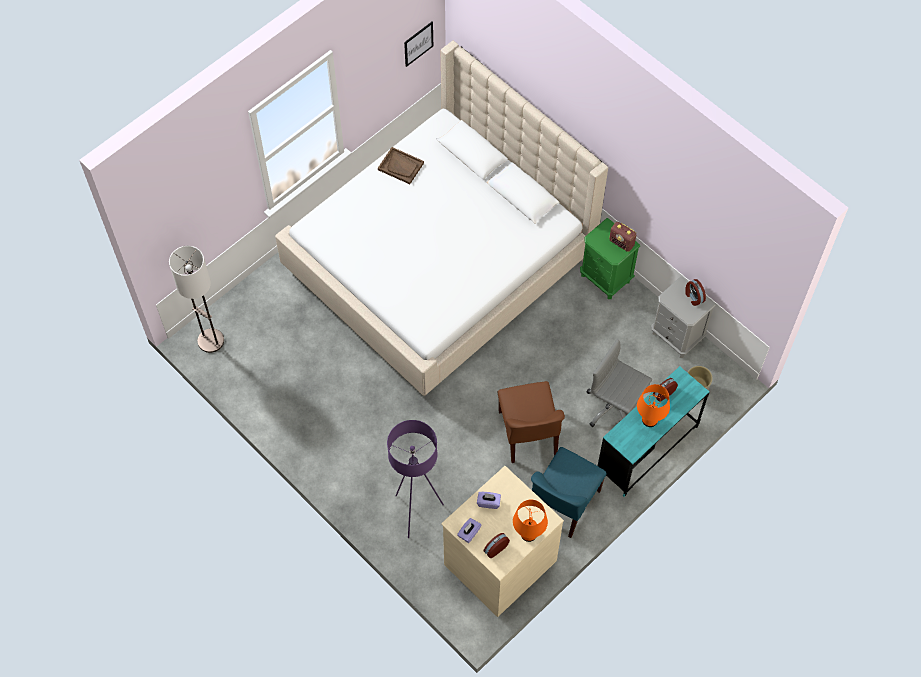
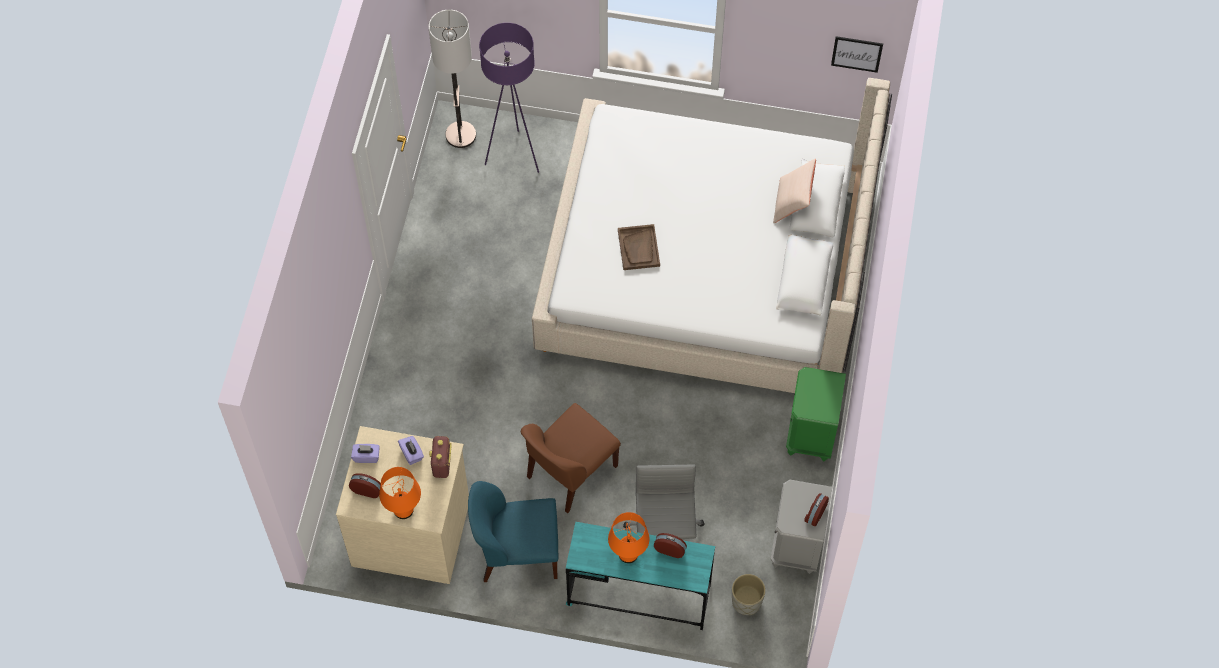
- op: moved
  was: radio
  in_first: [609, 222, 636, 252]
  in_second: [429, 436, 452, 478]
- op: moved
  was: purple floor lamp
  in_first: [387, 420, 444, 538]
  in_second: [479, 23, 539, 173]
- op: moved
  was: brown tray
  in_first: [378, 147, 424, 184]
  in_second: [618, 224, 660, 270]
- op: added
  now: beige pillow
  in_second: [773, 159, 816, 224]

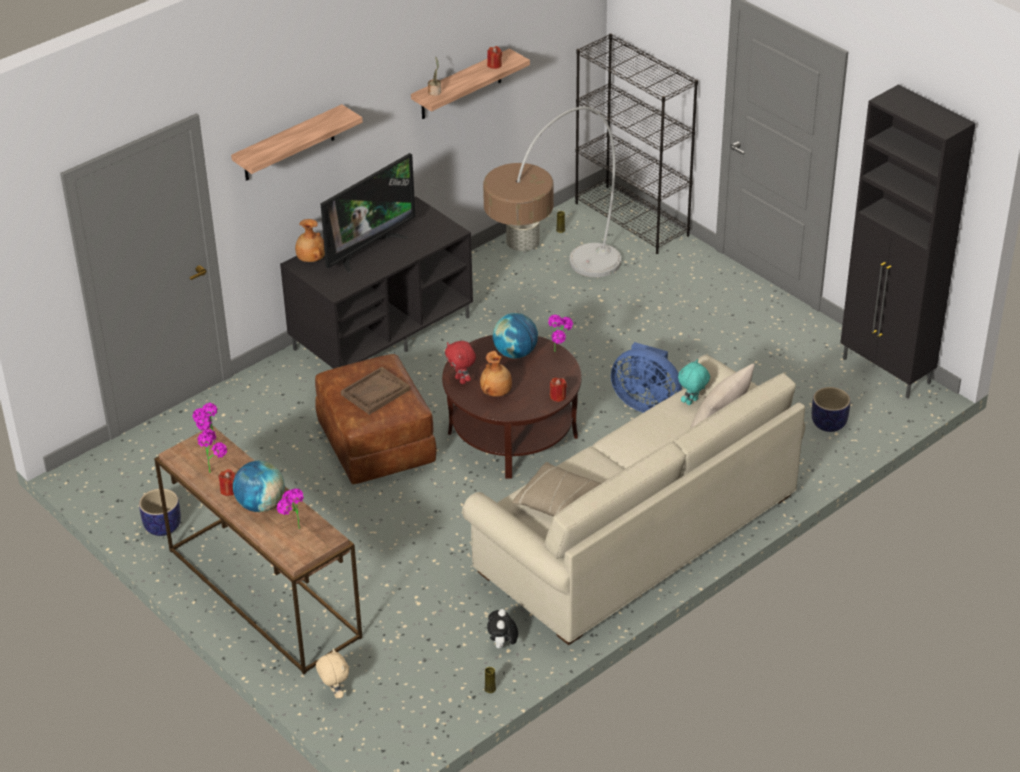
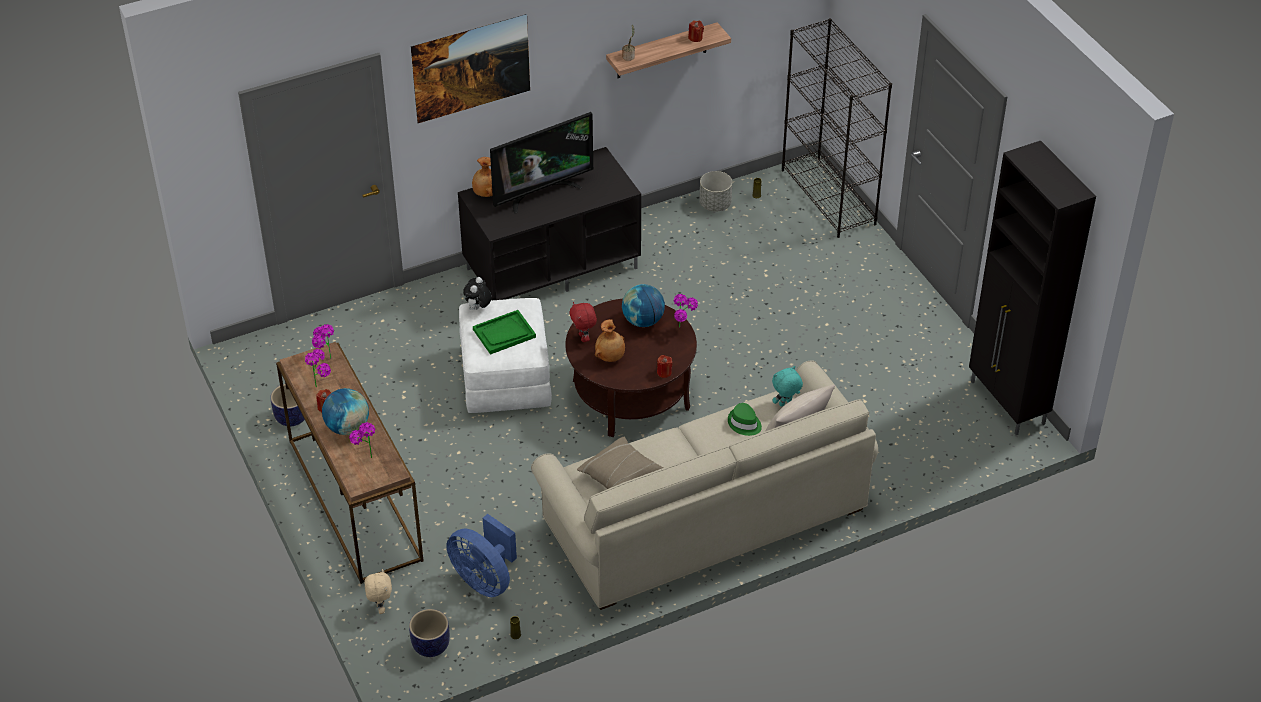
- op: moved
  was: planter
  in_first: [812, 387, 851, 432]
  in_second: [409, 609, 450, 657]
- op: replaced
  was: shelf
  now: picture
  in_first: [231, 104, 363, 181]
  in_second: [411, 14, 530, 123]
- op: moved
  was: blue fan
  in_first: [611, 342, 682, 413]
  in_second: [447, 514, 517, 597]
- op: recoloured
  was: brown ottoman
  now: white ottoman
  in_first: [315, 354, 437, 484]
  in_second: [459, 298, 552, 413]
- op: moved
  was: plush toy
  in_first: [487, 609, 518, 649]
  in_second: [463, 277, 492, 310]
- op: recoloured
  was: brown tray
  now: green tray
  in_first: [341, 367, 410, 415]
  in_second: [473, 310, 536, 355]
- op: added
  now: green hat
  in_second: [728, 403, 762, 436]
- op: removed
  was: floor lamp
  in_first: [483, 107, 621, 277]

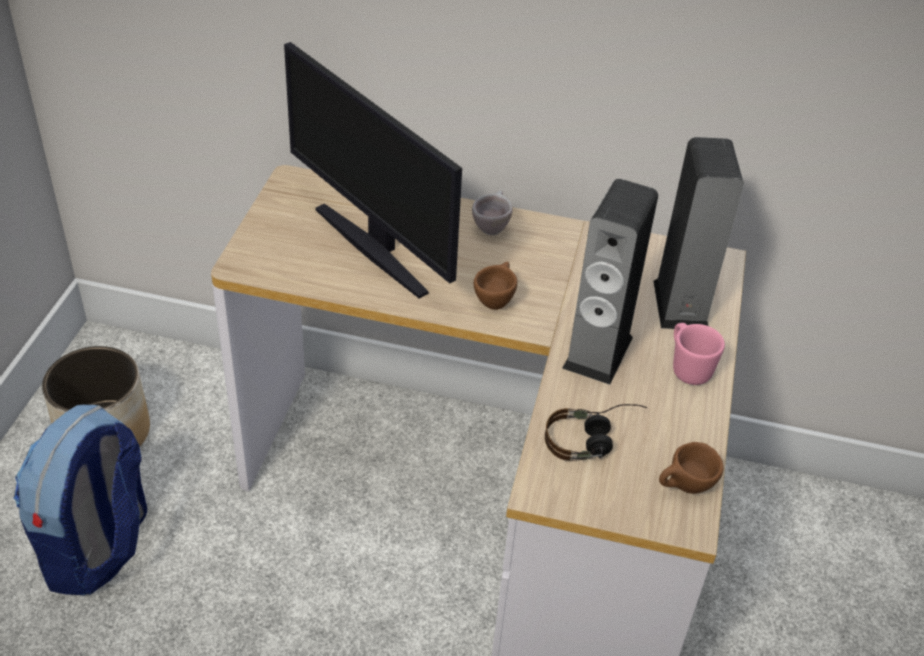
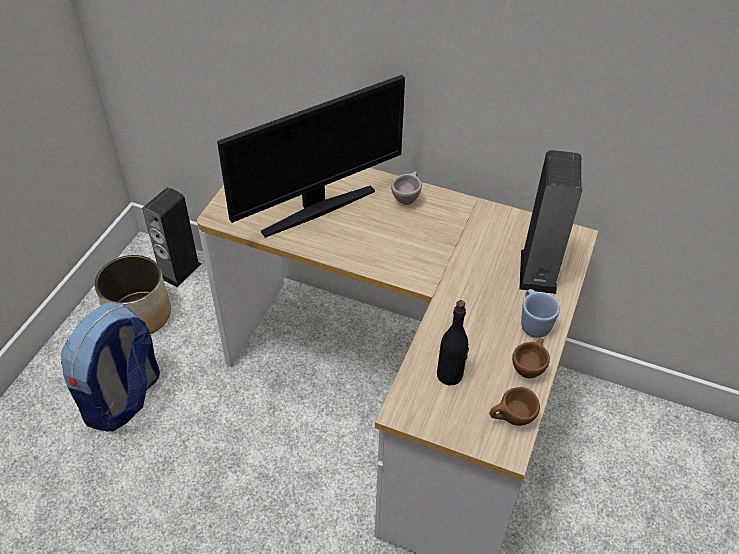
- op: moved
  was: speaker
  in_first: [562, 179, 658, 385]
  in_second: [142, 187, 201, 287]
- op: turned
  was: monitor
  in_first: [284, 42, 462, 299]
  in_second: [217, 75, 405, 238]
  clockwise: -90
- op: replaced
  was: headphones
  now: black bottle
  in_first: [545, 404, 648, 461]
  in_second: [437, 300, 469, 385]
- op: moved
  was: brown cup
  in_first: [474, 262, 517, 310]
  in_second: [512, 338, 550, 378]
- op: recoloured
  was: pink mug
  now: blue mug
  in_first: [673, 323, 725, 385]
  in_second: [521, 289, 560, 338]

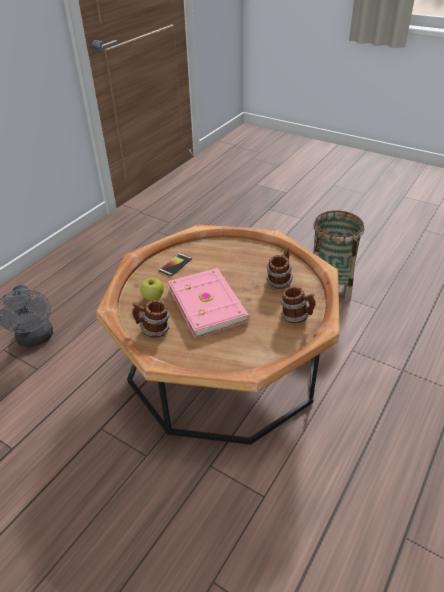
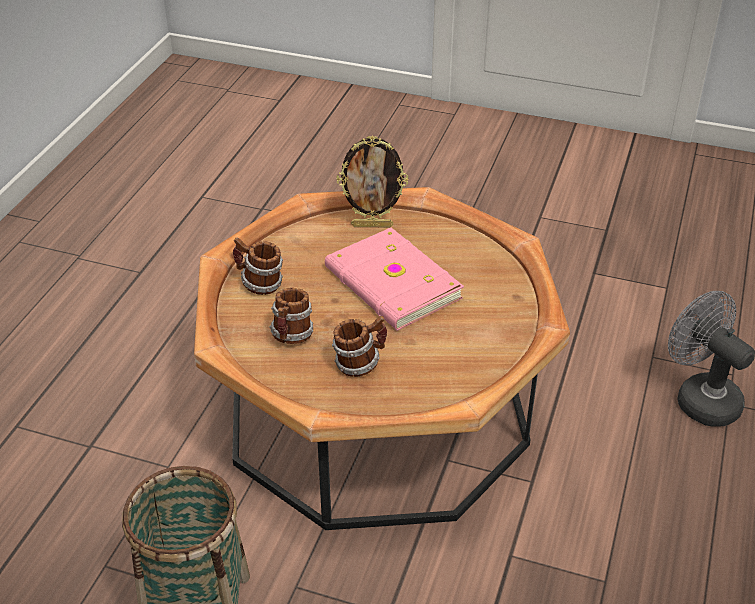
- op: moved
  was: mug
  in_first: [132, 300, 170, 338]
  in_second: [332, 316, 387, 377]
- op: added
  now: picture frame
  in_second: [336, 136, 408, 227]
- op: removed
  was: apple
  in_first: [140, 278, 164, 301]
- op: removed
  was: phone
  in_first: [159, 253, 192, 276]

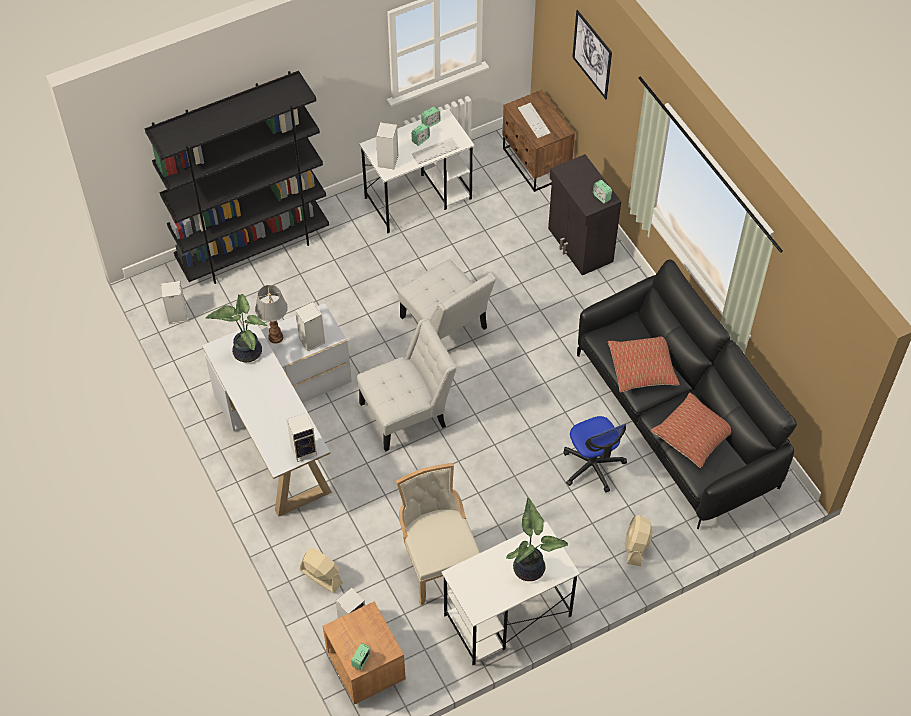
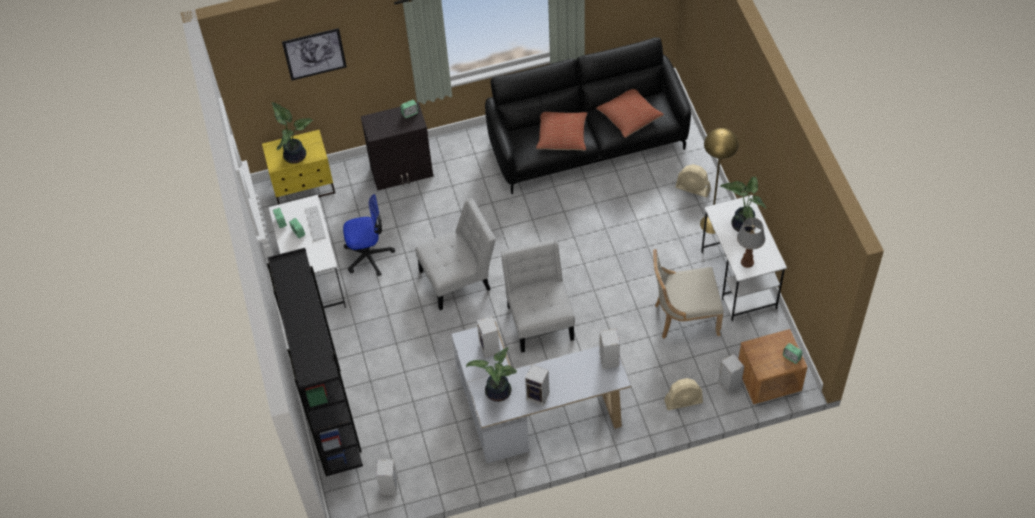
- op: recoloured
  was: brown nightstand
  now: yellow nightstand
  in_first: [502, 90, 575, 192]
  in_second: [262, 130, 335, 205]
- op: replaced
  was: keyboard
  now: potted plant
  in_first: [518, 103, 550, 138]
  in_second: [272, 102, 313, 164]
- op: moved
  was: office chair
  in_first: [563, 416, 627, 493]
  in_second: [343, 194, 395, 277]
- op: moved
  was: speaker
  in_first: [376, 122, 398, 169]
  in_second: [525, 364, 549, 406]
- op: turned
  was: beige fan
  in_first: [300, 548, 343, 593]
  in_second: [664, 378, 703, 410]
  clockwise: -150
- op: added
  now: yellow floor lamp
  in_second: [700, 128, 738, 234]
- op: moved
  was: table lamp
  in_first: [255, 285, 288, 344]
  in_second: [737, 218, 765, 268]

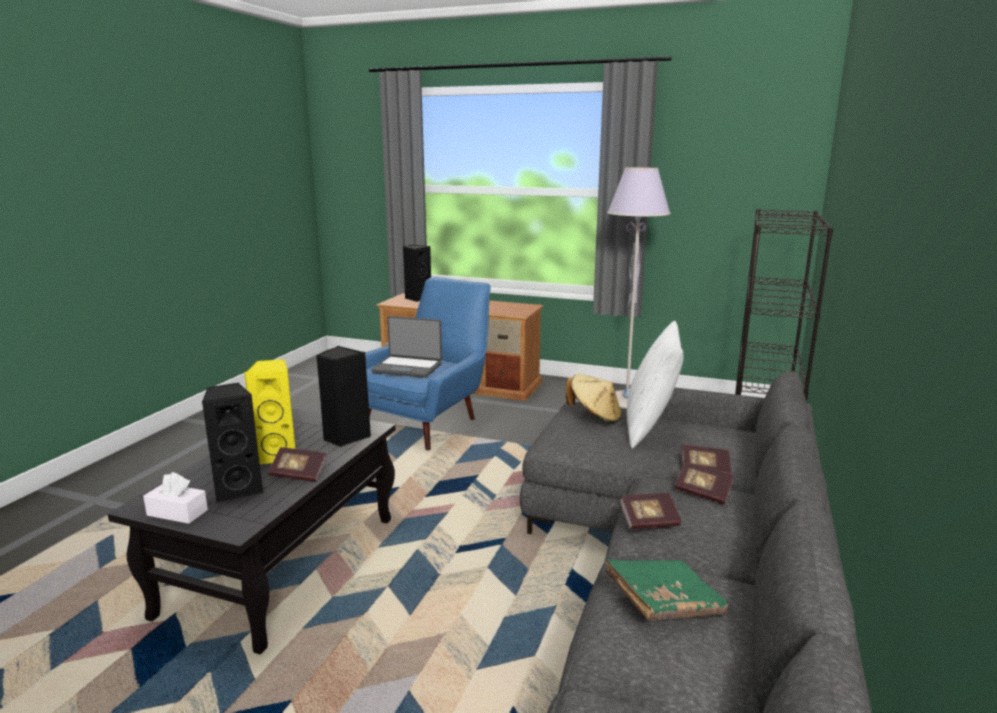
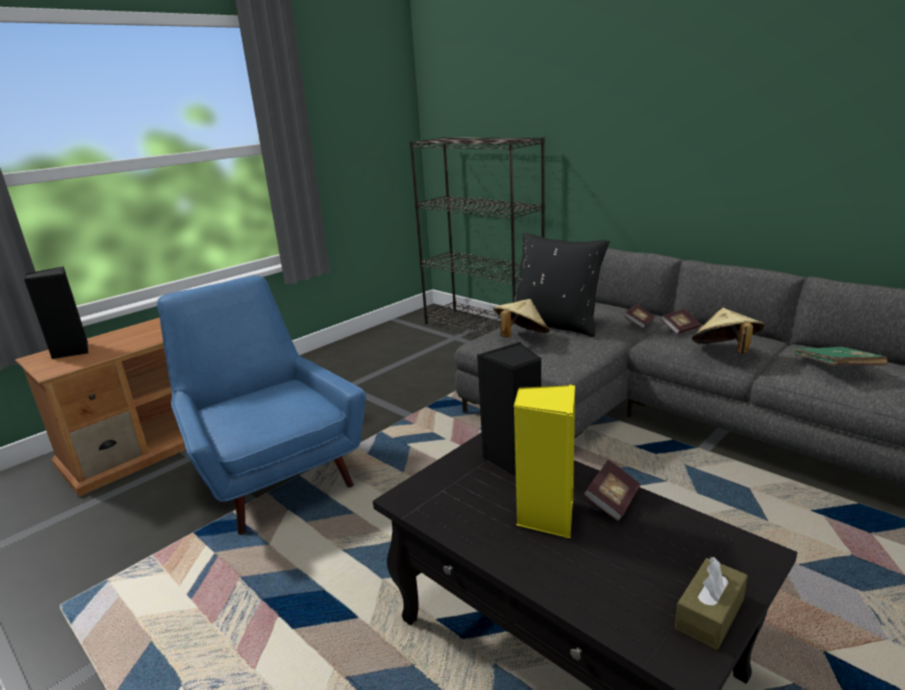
- op: recoloured
  was: white pillow
  now: black pillow
  in_first: [627, 321, 684, 449]
  in_second: [516, 233, 610, 337]
- op: recoloured
  was: white tissue box
  now: brown tissue box
  in_first: [143, 472, 208, 524]
  in_second: [675, 557, 748, 650]
- op: replaced
  was: book
  now: beige hat
  in_first: [619, 493, 681, 530]
  in_second: [692, 308, 764, 354]
- op: removed
  was: black speaker
  in_first: [201, 383, 263, 503]
- op: removed
  was: laptop
  in_first: [371, 316, 442, 378]
- op: removed
  was: grey floor lamp
  in_first: [607, 167, 671, 409]

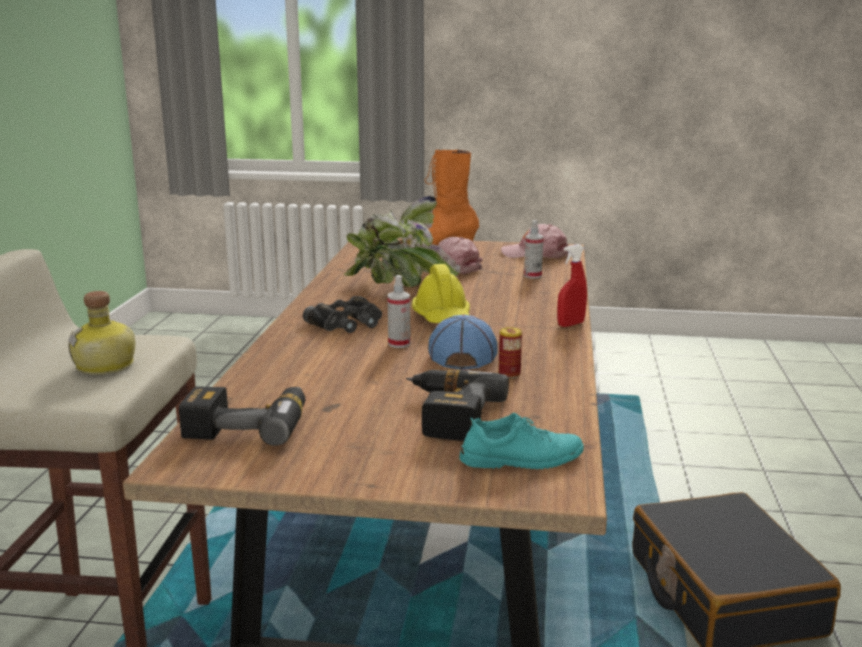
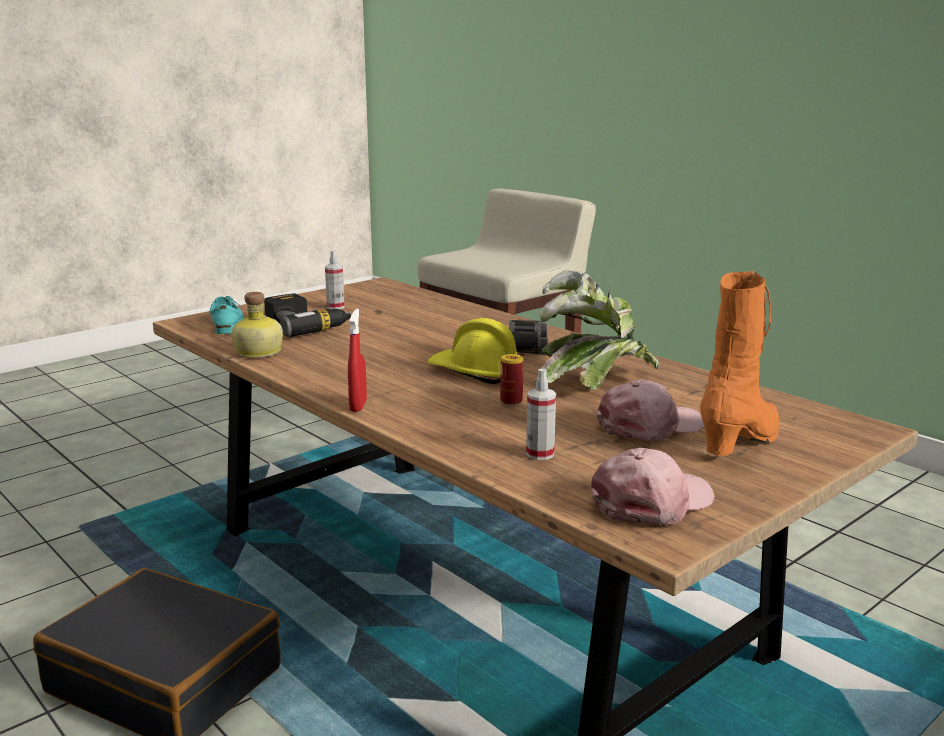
- op: turned
  was: turquoise shoe
  in_first: [459, 413, 584, 469]
  in_second: [210, 296, 244, 334]
  clockwise: 135
- op: moved
  was: bottle
  in_first: [68, 291, 135, 375]
  in_second: [231, 292, 283, 358]
- op: moved
  was: spray bottle
  in_first: [388, 275, 410, 348]
  in_second: [325, 250, 345, 309]
- op: moved
  was: can
  in_first: [498, 327, 522, 378]
  in_second: [500, 354, 523, 406]
- op: removed
  was: power drill
  in_first: [179, 386, 305, 446]
- op: removed
  was: cap
  in_first: [428, 314, 498, 370]

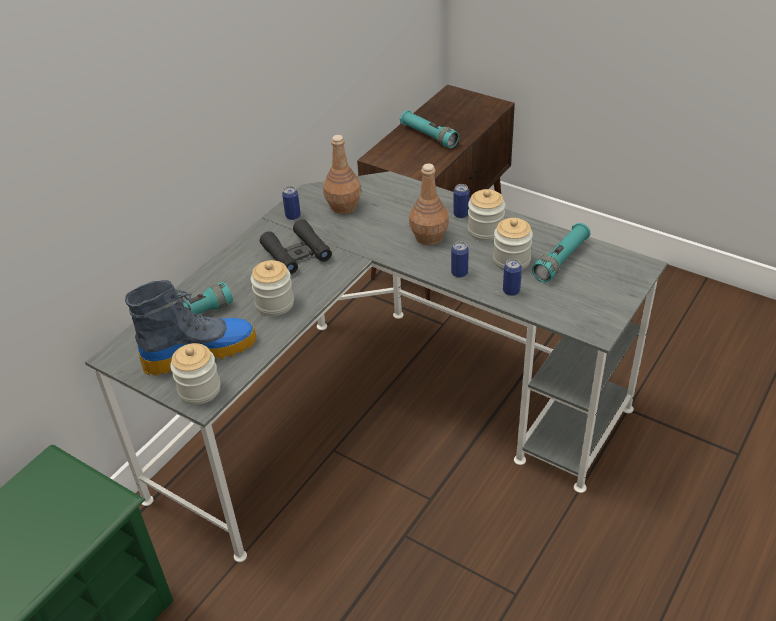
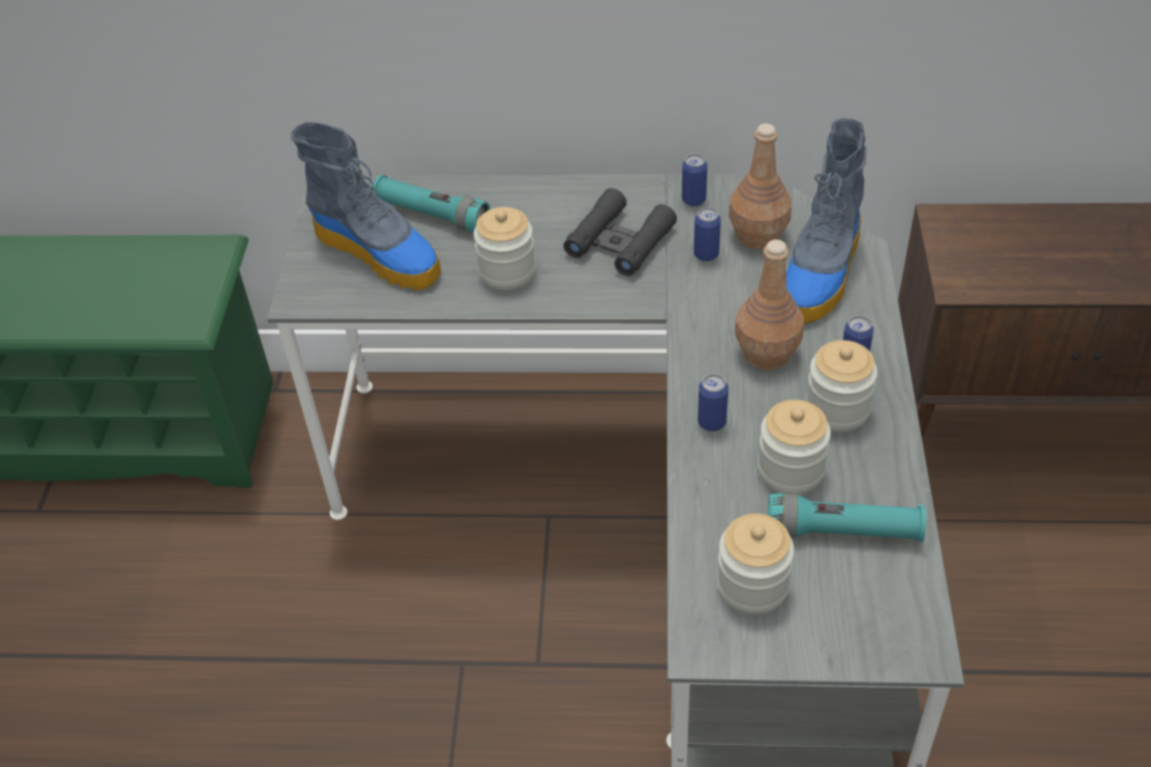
- op: moved
  was: can
  in_first: [503, 259, 522, 296]
  in_second: [694, 207, 721, 261]
- op: moved
  was: jar
  in_first: [170, 343, 220, 405]
  in_second: [717, 514, 794, 615]
- op: added
  now: boot
  in_second: [786, 118, 867, 324]
- op: removed
  was: turquoise flashlight
  in_first: [400, 110, 459, 148]

